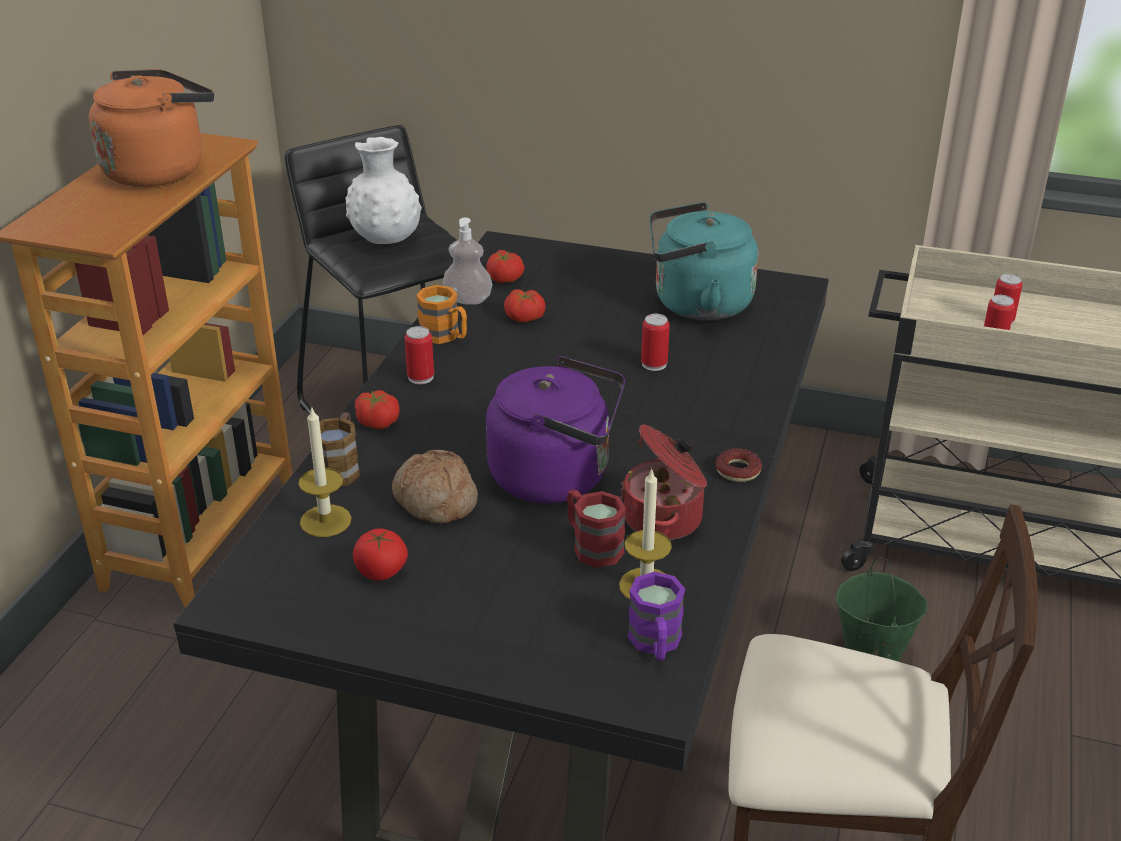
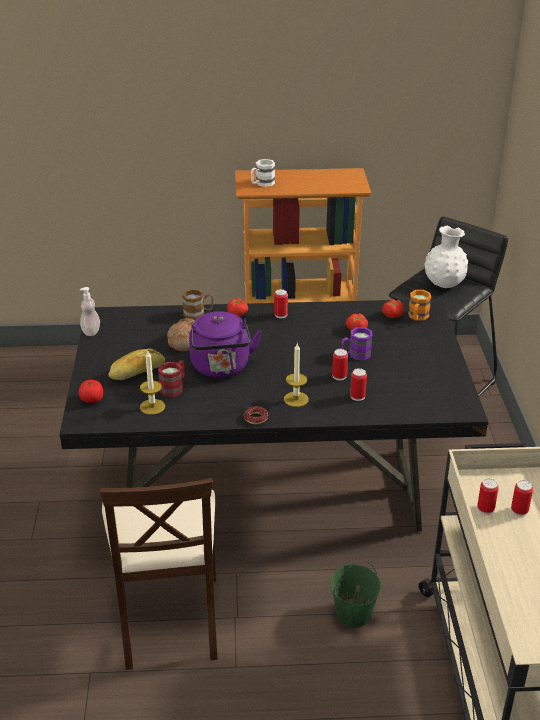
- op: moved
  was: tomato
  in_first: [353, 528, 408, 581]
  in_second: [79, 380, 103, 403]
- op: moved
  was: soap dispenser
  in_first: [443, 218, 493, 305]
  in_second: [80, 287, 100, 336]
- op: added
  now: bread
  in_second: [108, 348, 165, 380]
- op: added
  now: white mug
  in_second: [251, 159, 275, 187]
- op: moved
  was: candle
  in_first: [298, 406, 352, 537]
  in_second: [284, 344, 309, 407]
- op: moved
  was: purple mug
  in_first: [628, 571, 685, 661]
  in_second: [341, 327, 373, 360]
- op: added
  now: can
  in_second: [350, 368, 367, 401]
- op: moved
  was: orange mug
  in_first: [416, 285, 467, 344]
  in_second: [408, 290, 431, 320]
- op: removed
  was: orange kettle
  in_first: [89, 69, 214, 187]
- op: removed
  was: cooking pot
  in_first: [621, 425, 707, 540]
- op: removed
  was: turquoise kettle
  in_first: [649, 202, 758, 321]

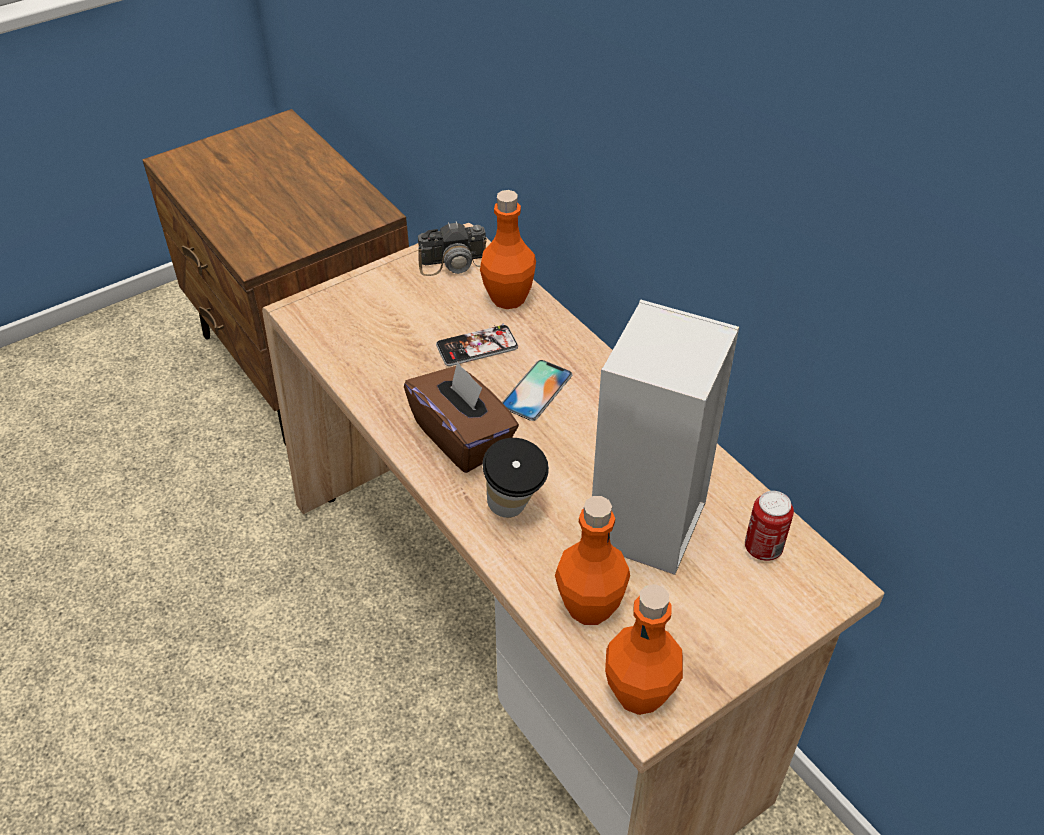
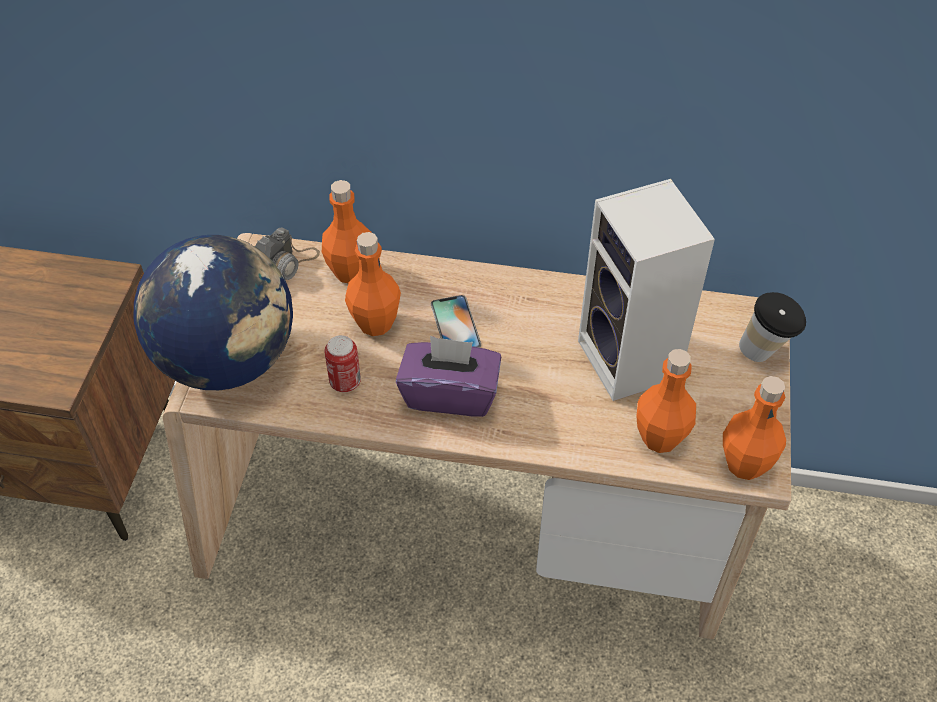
- op: added
  now: globe
  in_second: [133, 235, 293, 390]
- op: moved
  was: can
  in_first: [745, 491, 794, 561]
  in_second: [324, 335, 361, 392]
- op: replaced
  was: phone
  now: orange bottle
  in_first: [436, 324, 518, 366]
  in_second: [345, 232, 401, 336]
- op: recoloured
  was: brown tissue box
  now: purple tissue box
  in_first: [404, 360, 519, 473]
  in_second: [396, 336, 501, 417]
- op: moved
  was: cup
  in_first: [482, 438, 549, 518]
  in_second: [739, 292, 806, 362]

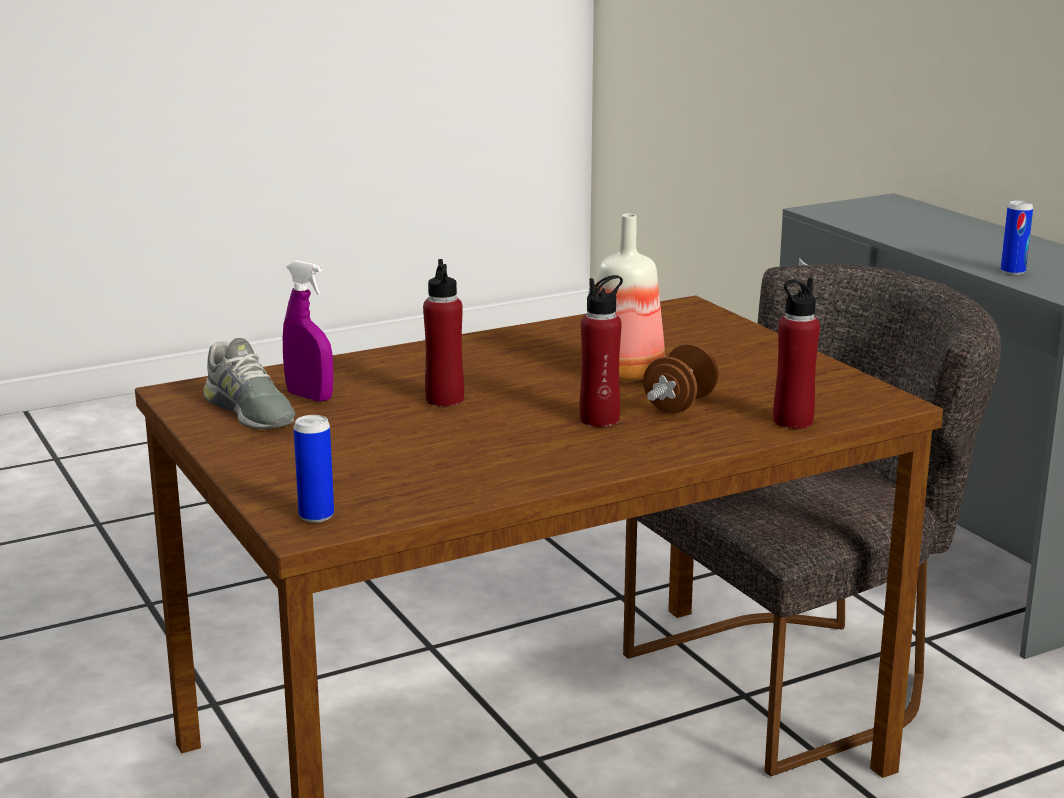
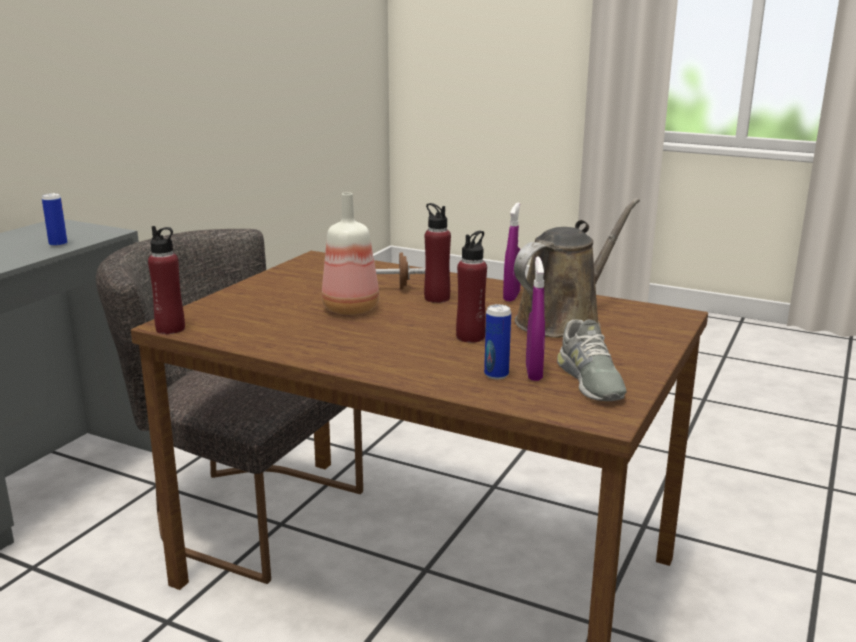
- op: moved
  was: red bottle
  in_first: [773, 277, 820, 429]
  in_second: [148, 226, 185, 334]
- op: moved
  was: can
  in_first: [294, 415, 334, 523]
  in_second: [484, 304, 511, 379]
- op: added
  now: purple spray bottle
  in_second: [503, 203, 520, 301]
- op: added
  now: brown watering can
  in_second: [514, 198, 640, 338]
- op: turned
  was: grey shoe
  in_first: [204, 338, 296, 429]
  in_second: [557, 319, 627, 401]
  clockwise: 150

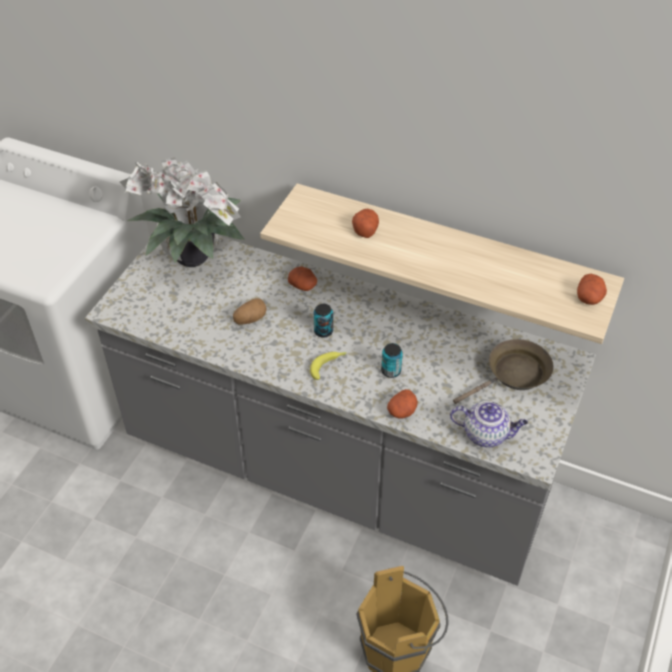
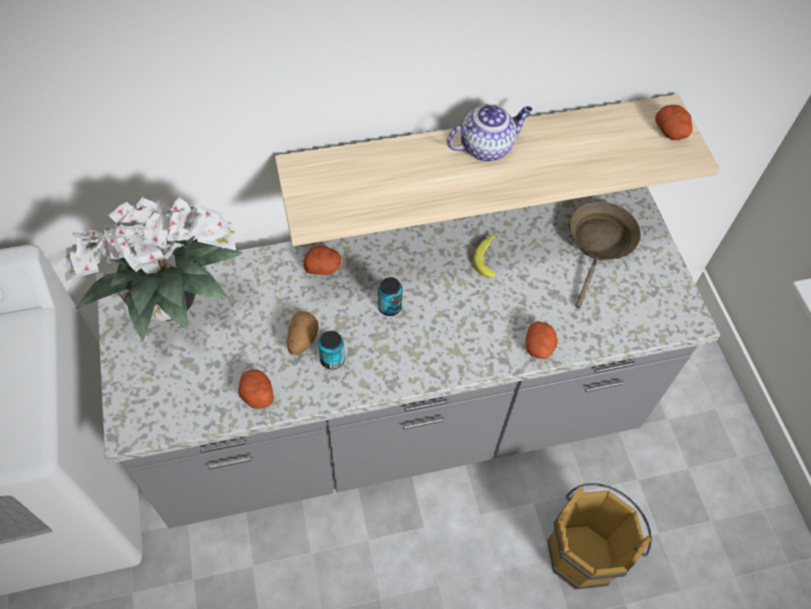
- op: moved
  was: potato
  in_first: [352, 209, 379, 238]
  in_second: [238, 370, 274, 409]
- op: moved
  was: can
  in_first: [381, 343, 403, 378]
  in_second: [318, 331, 345, 370]
- op: moved
  was: teapot
  in_first: [450, 401, 528, 447]
  in_second: [447, 104, 532, 161]
- op: moved
  was: banana
  in_first: [310, 352, 347, 380]
  in_second: [473, 233, 496, 278]

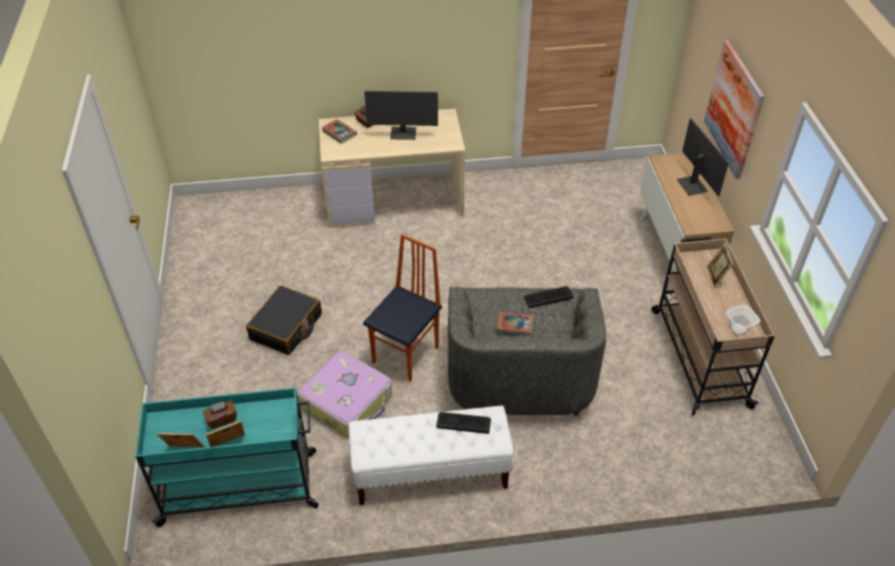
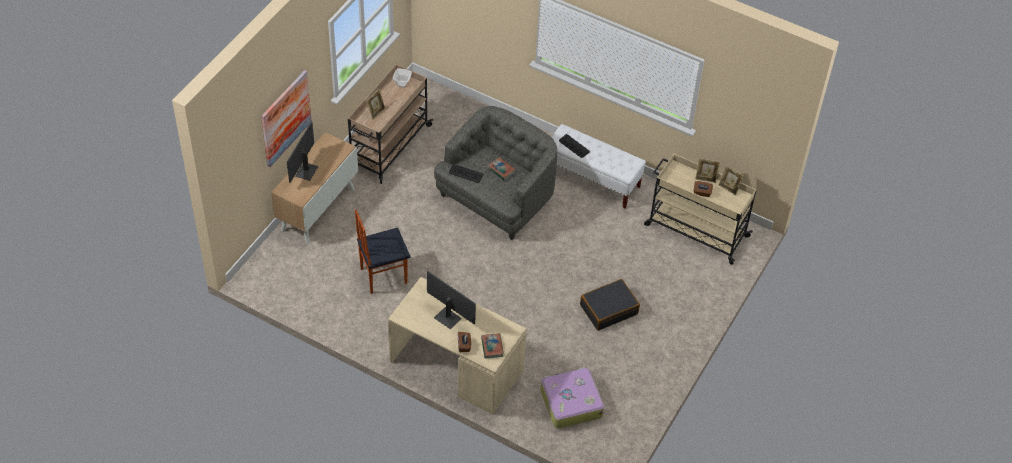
- op: moved
  was: chair
  in_first: [363, 234, 442, 382]
  in_second: [355, 209, 410, 294]
- op: moved
  was: suitcase
  in_first: [297, 351, 392, 438]
  in_second: [540, 367, 604, 428]
- op: recoloured
  was: turquoise cart
  now: beige cart
  in_first: [135, 388, 319, 527]
  in_second: [644, 154, 757, 265]

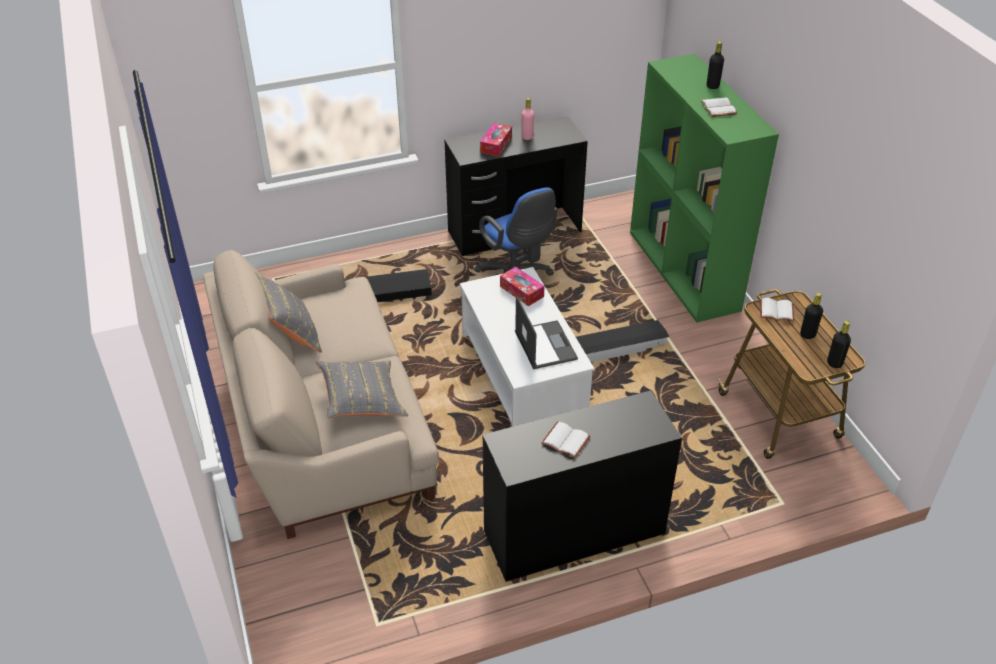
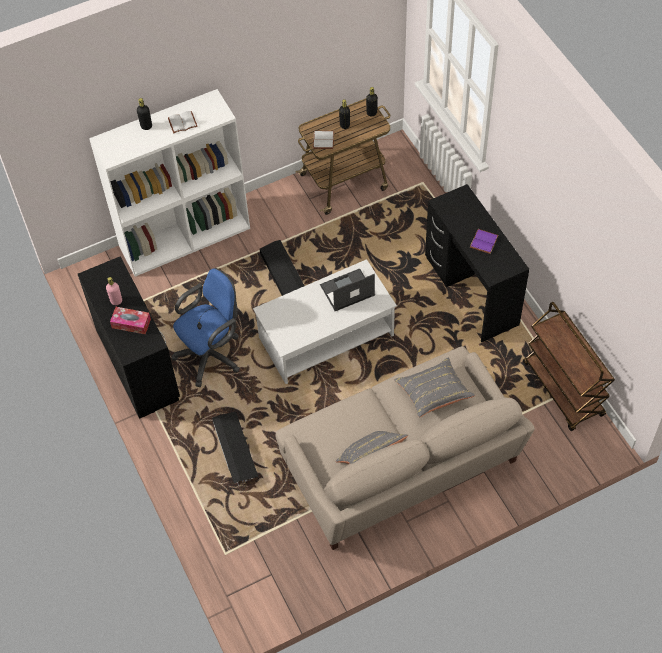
- op: recoloured
  was: green bookcase
  now: white bookcase
  in_first: [630, 54, 779, 323]
  in_second: [89, 89, 250, 277]
- op: recoloured
  was: white book
  now: purple book
  in_first: [541, 422, 591, 458]
  in_second: [470, 229, 499, 254]
- op: added
  now: brown cart
  in_second: [523, 302, 615, 431]
- op: removed
  was: tissue box
  in_first: [500, 267, 544, 306]

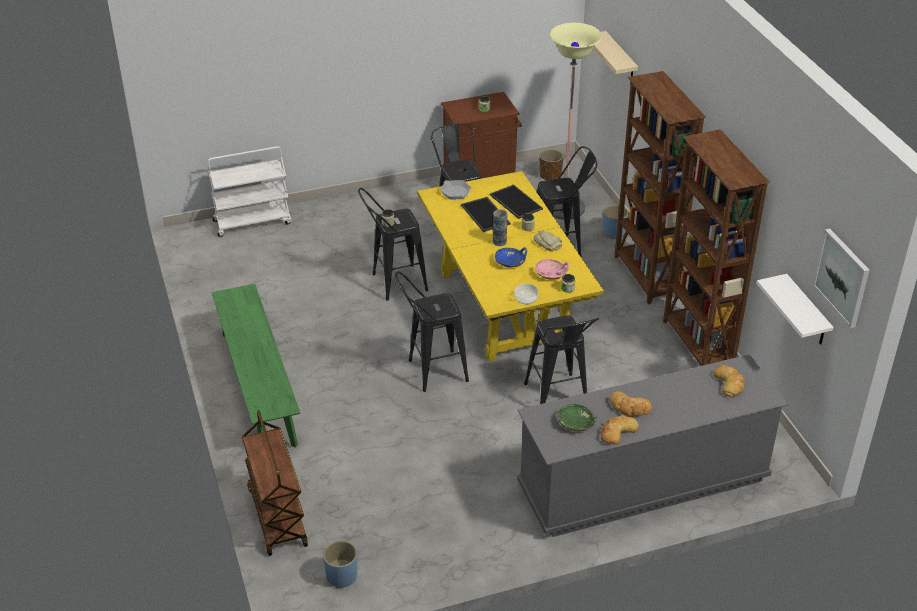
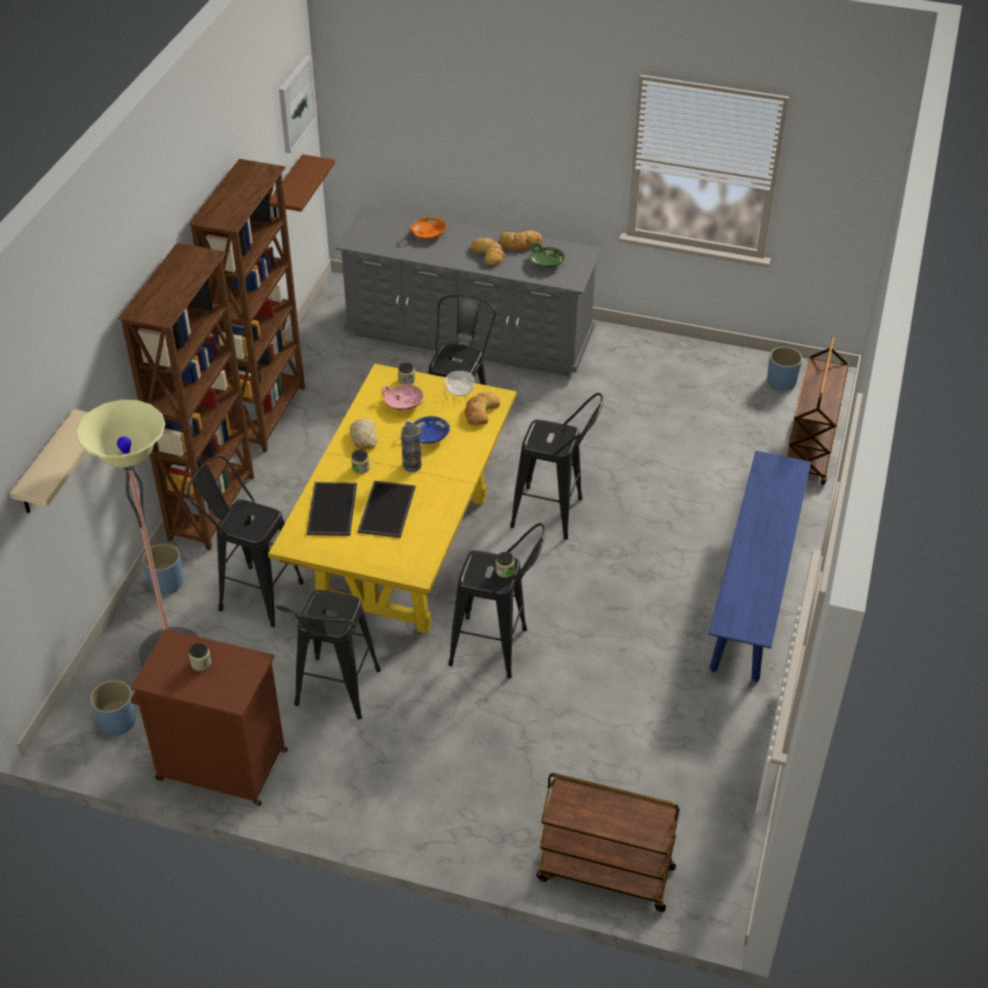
- op: recoloured
  was: brown planter
  now: blue planter
  in_first: [540, 149, 563, 180]
  in_second: [90, 680, 136, 736]
- op: recoloured
  was: white shelf
  now: brown shelf
  in_first: [756, 274, 834, 345]
  in_second: [269, 154, 335, 218]
- op: added
  now: orange bowl
  in_second: [409, 217, 446, 240]
- op: moved
  was: bread
  in_first: [714, 365, 744, 398]
  in_second: [465, 392, 500, 425]
- op: recoloured
  was: white cart
  now: brown cart
  in_first: [208, 146, 291, 237]
  in_second: [536, 773, 680, 912]
- op: recoloured
  was: green bench
  now: blue bench
  in_first: [212, 284, 300, 447]
  in_second: [709, 451, 811, 682]
- op: removed
  was: frying pan
  in_first: [440, 180, 471, 199]

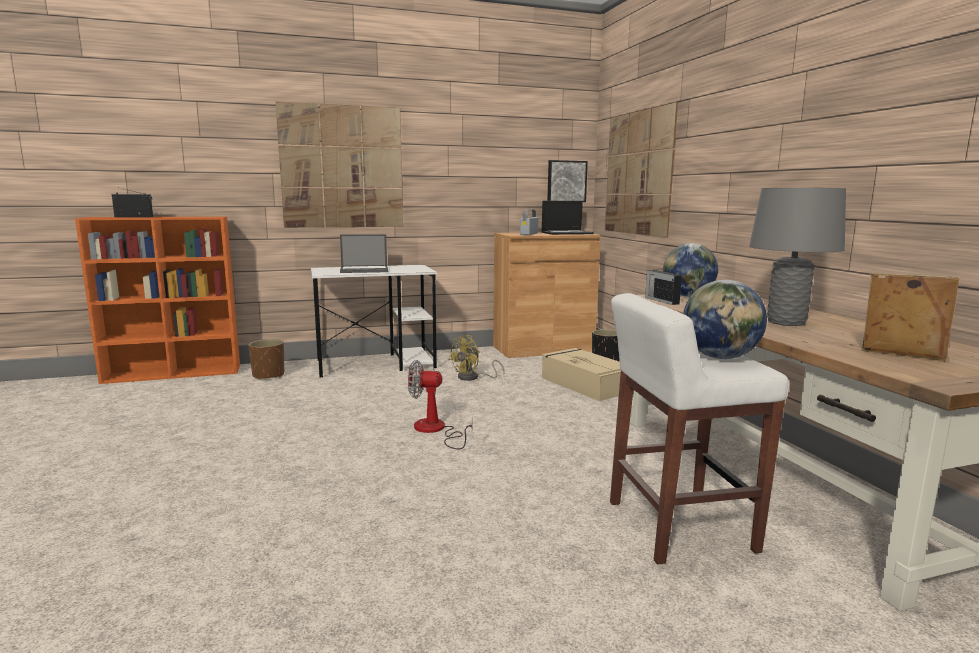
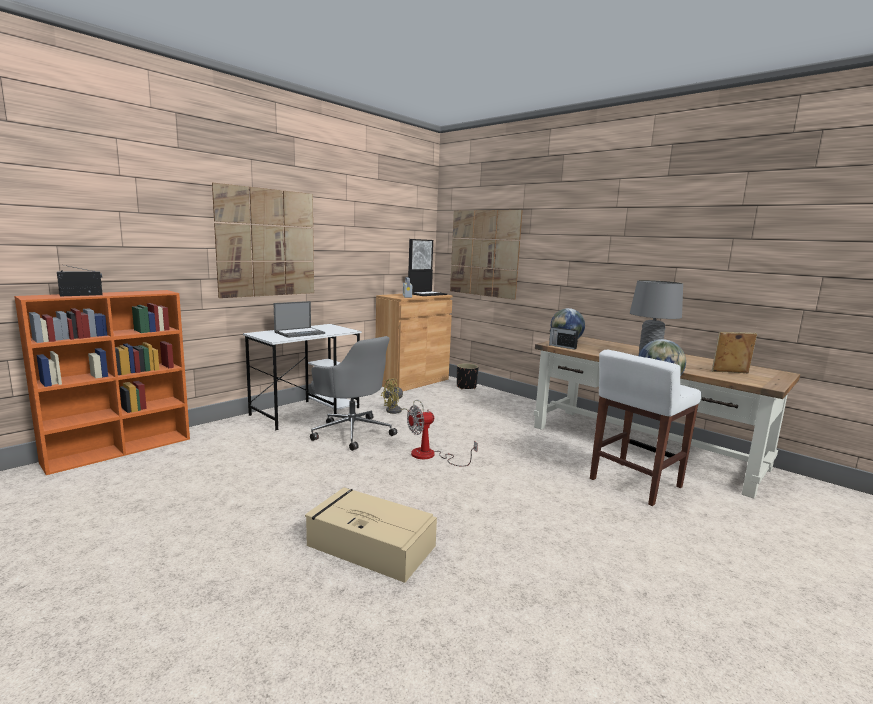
- op: moved
  was: beige storage box
  in_first: [542, 348, 621, 401]
  in_second: [305, 487, 437, 583]
- op: added
  now: grey office chair
  in_second: [310, 336, 397, 451]
- op: turned
  was: yellow fan
  in_first: [448, 335, 505, 381]
  in_second: [381, 378, 424, 414]
  clockwise: 45
- op: removed
  was: brown planter
  in_first: [248, 339, 284, 380]

